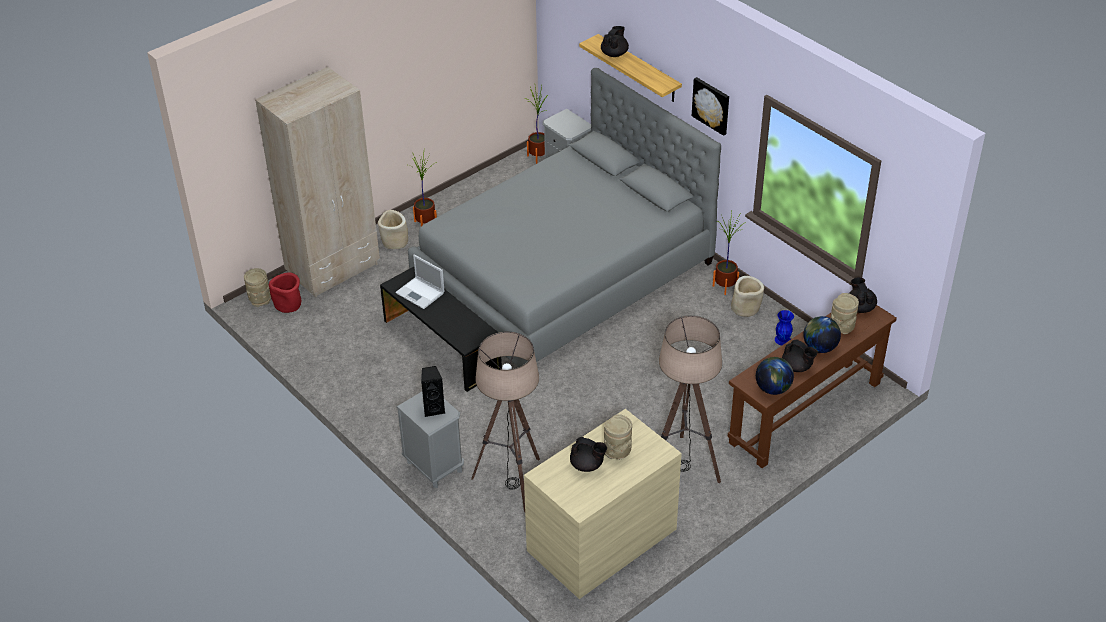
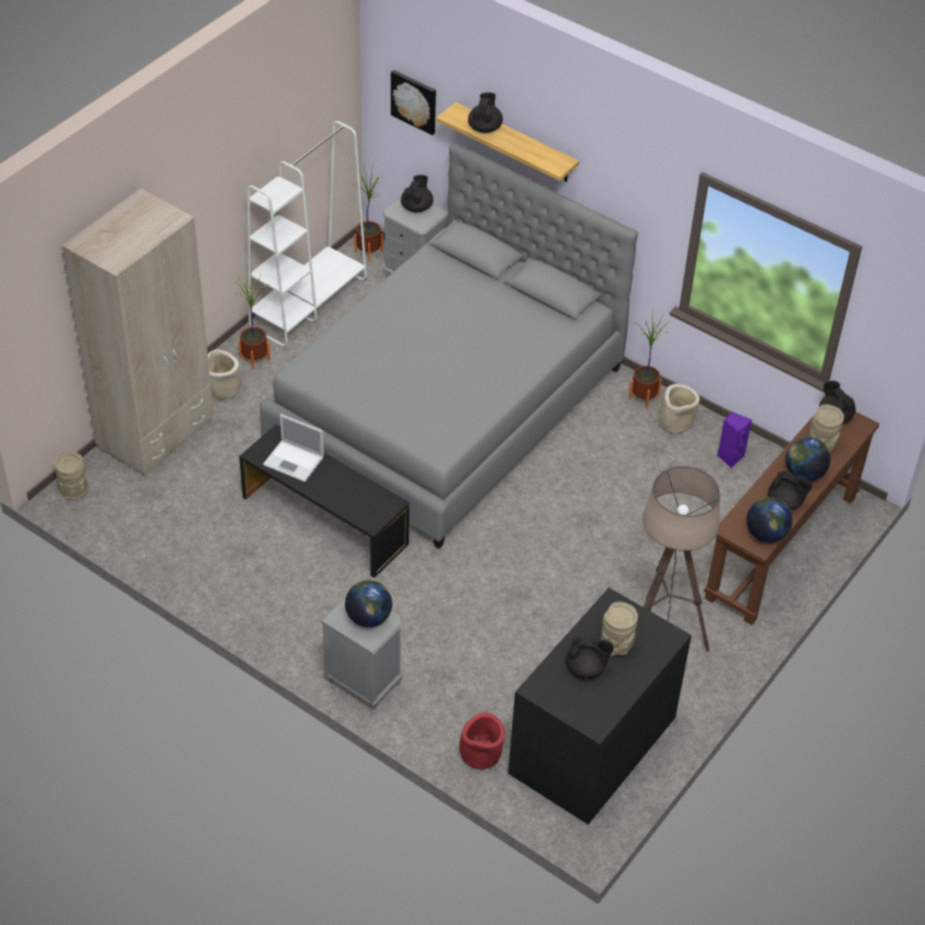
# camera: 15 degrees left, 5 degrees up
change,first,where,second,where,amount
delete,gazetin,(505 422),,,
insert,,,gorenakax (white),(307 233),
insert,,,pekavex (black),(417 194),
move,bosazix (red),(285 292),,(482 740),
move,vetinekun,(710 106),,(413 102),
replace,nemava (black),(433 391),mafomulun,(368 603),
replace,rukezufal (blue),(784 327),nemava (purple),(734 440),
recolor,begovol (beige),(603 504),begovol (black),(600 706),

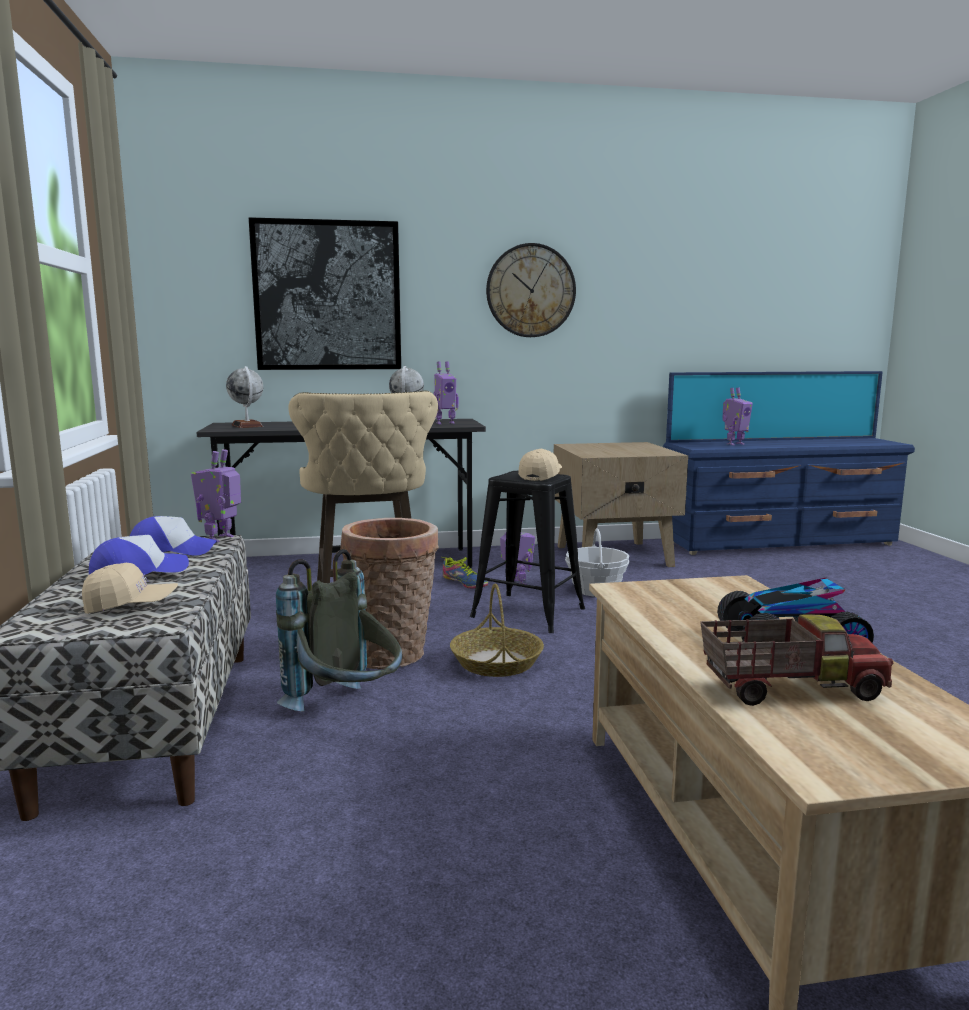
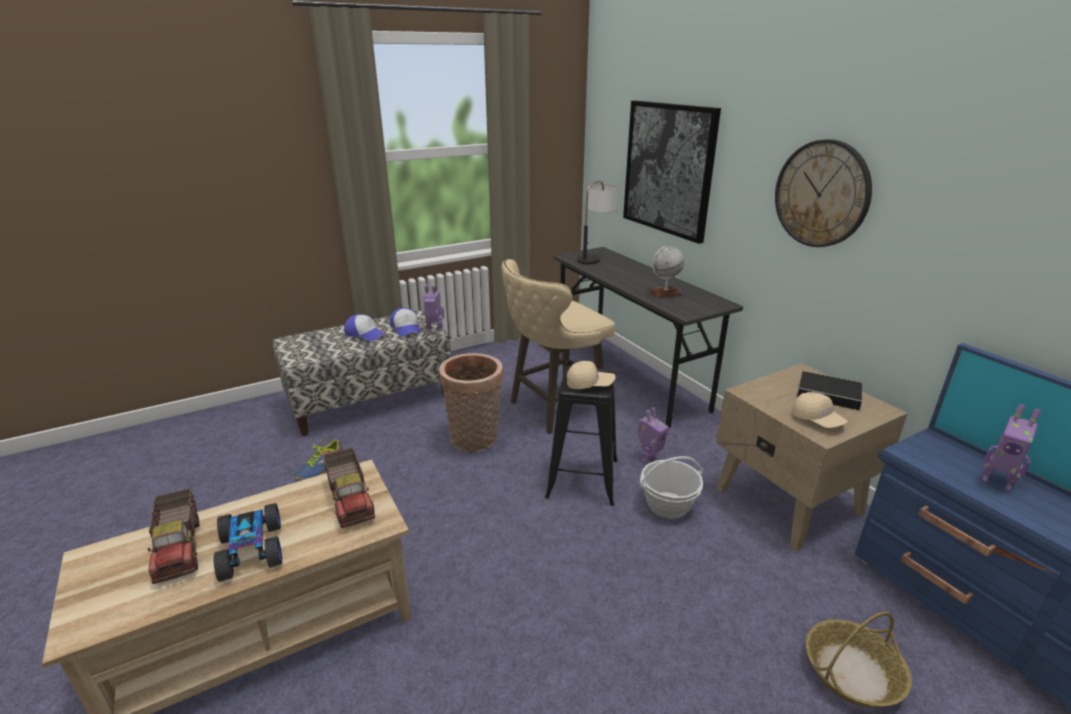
# camera: 70 degrees right, 15 degrees up
change,first,where,second,where,amount
delete,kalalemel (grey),(339 630),,,
delete,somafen,(446 392),,,
insert,,,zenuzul,(349 487),
insert,,,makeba,(834 391),
move,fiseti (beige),(130 588),,(820 410),
move,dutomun,(465 573),,(319 459),
move,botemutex,(497 630),,(859 660),
replace,mafomulun,(244 397),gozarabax,(597 223),

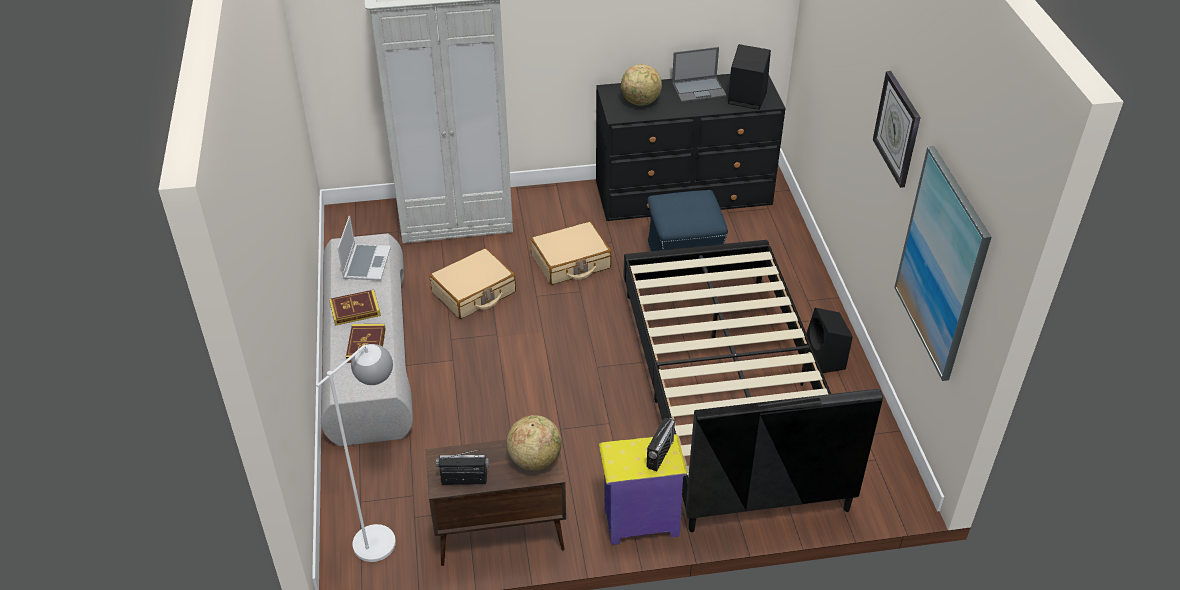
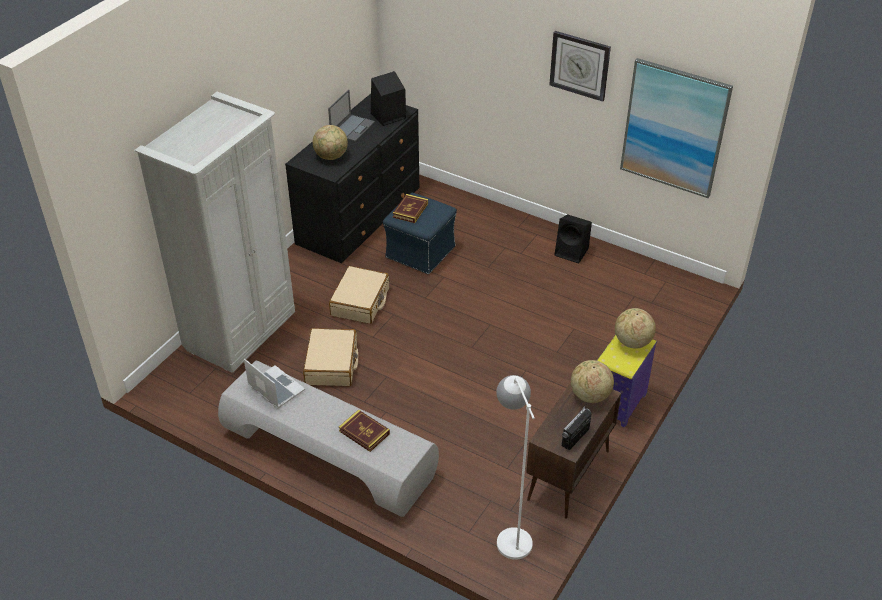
# camera: 50 degrees left, 0 degrees up
change,first,where,second,where,amount
delete,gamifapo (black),(753 386),,,
move,makeba,(355 308),,(410 208),
replace,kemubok,(661 445),mafomulun,(635 328),

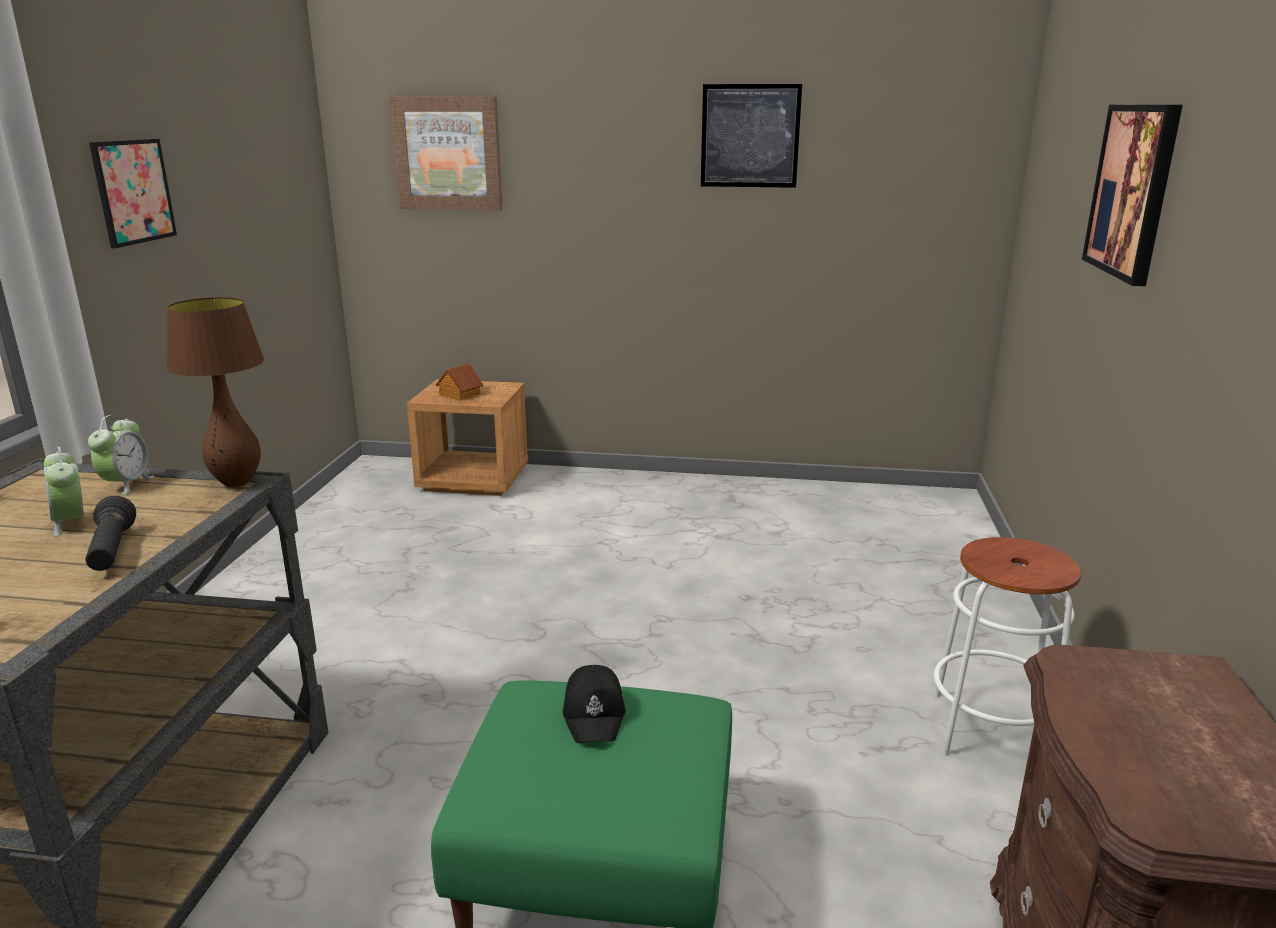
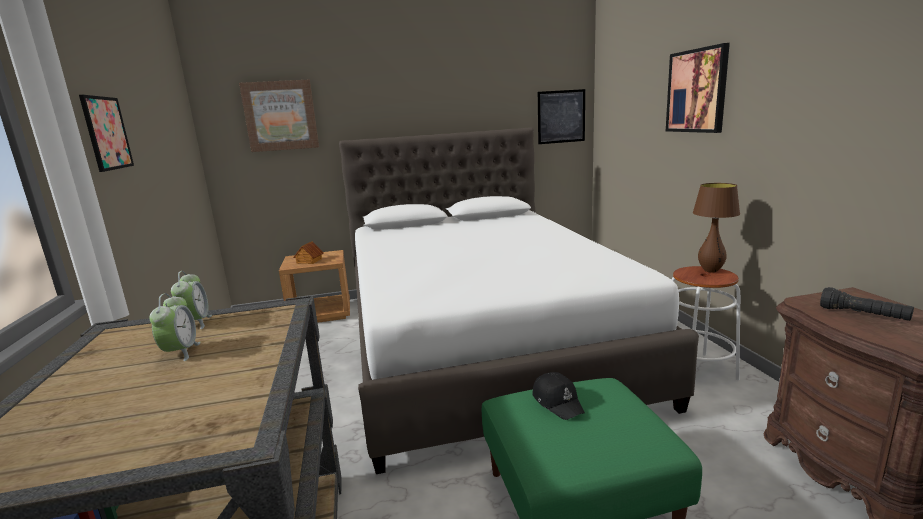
# camera: 20 degrees left, 5 degrees down
change,first,where,second,where,amount
insert,,,gamifapo (white),(519 300),
move,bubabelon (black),(110 533),,(867 304),
move,gozarabax (brown),(215 392),,(716 228),
move,vetinekun,(751 136),,(561 116),
rotate,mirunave,(64 491),,(175 327),135 degrees counterclockwise

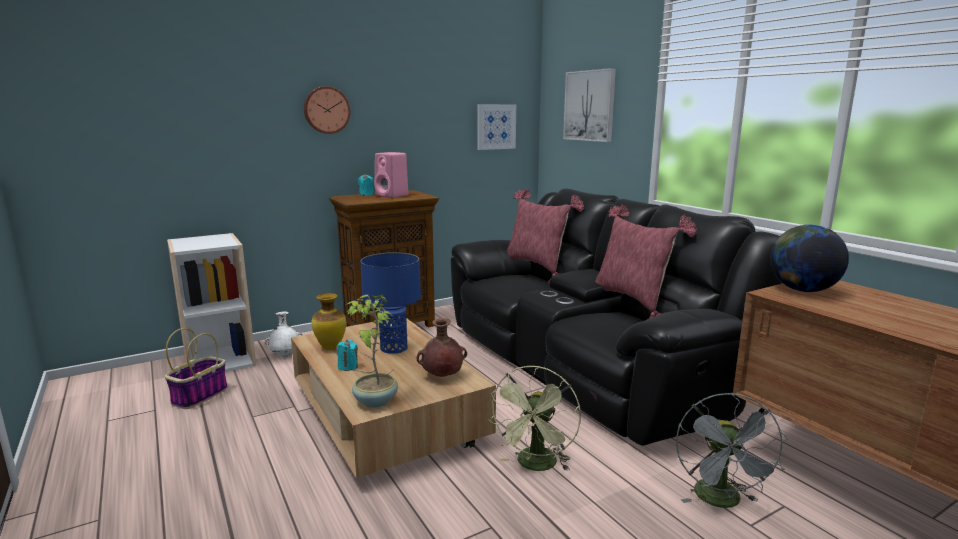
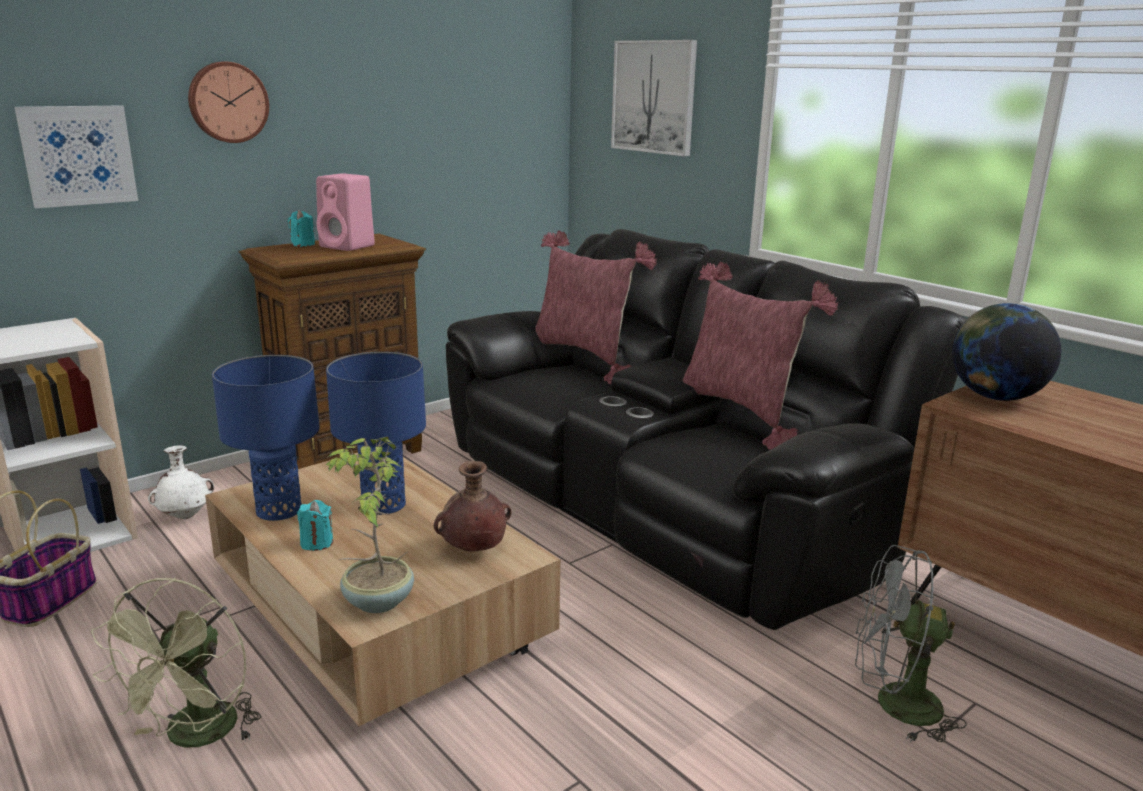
# camera: 10 degrees left, 5 degrees up
change,first,where,second,where,amount
move,vetinekun,(497 127),,(76 157),
move,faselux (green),(535 418),,(176 662),
replace,rukezufal,(329 321),gozarabax (blue),(265 438),
rotate,faselux (grey),(732 450),,(911 643),105 degrees clockwise

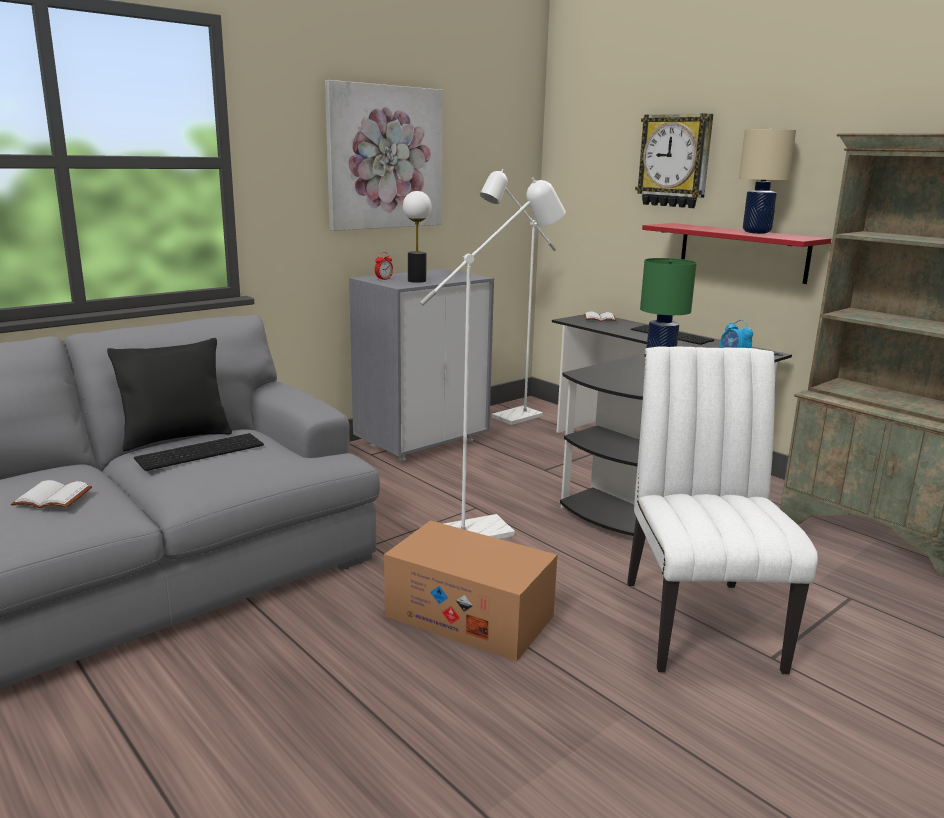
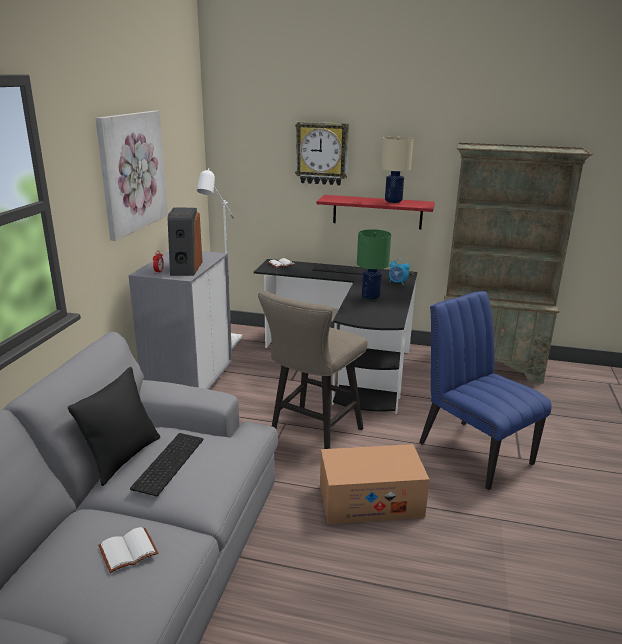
# camera: 35 degrees left, 5 degrees up
change,first,where,second,where,amount
replace,gozarabax,(417 237),nemava,(185 242),
replace,gazetin (white),(493 358),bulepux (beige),(313 370),
recolor,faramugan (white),(722 510),faramugan (blue),(485 390),

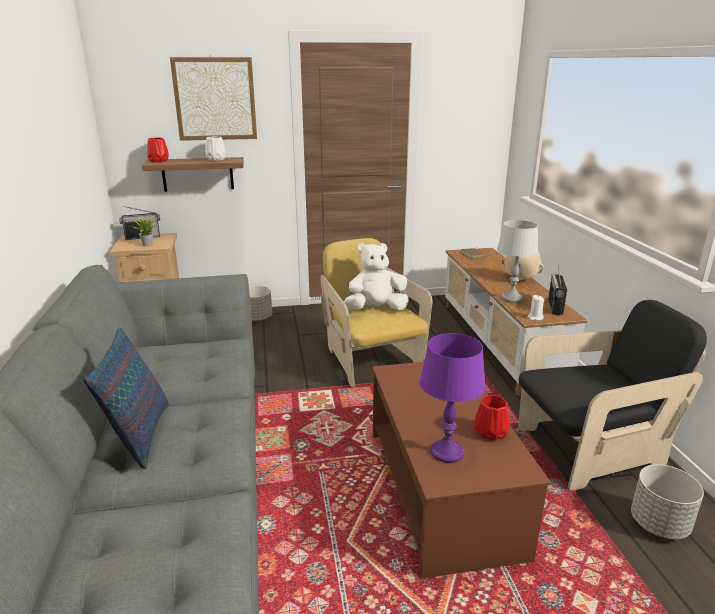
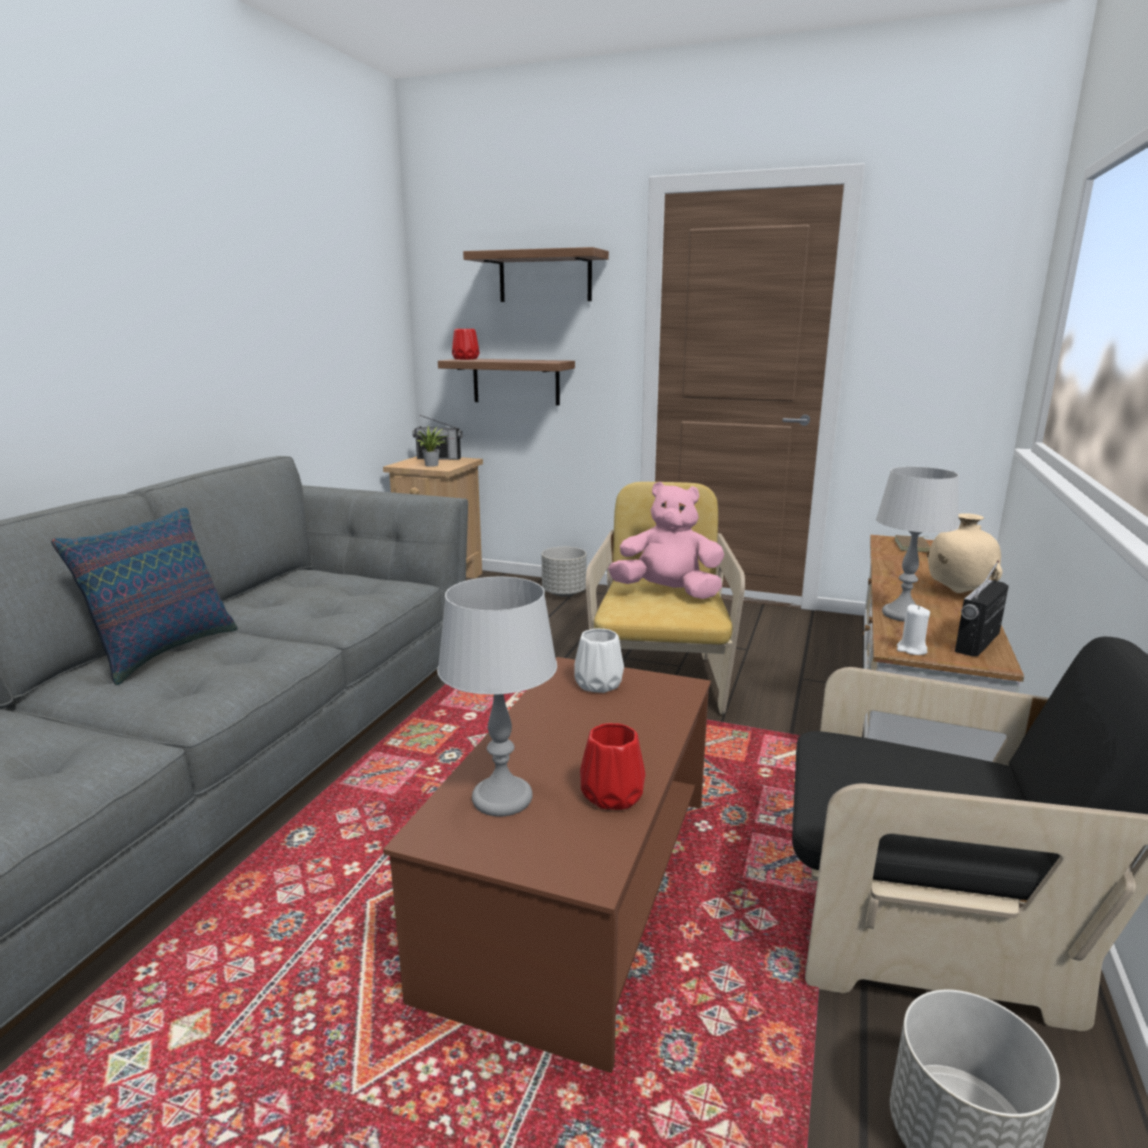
# camera: 30 degrees right, 5 degrees down
change,first,where,second,where,amount
move,rukezufal (white),(215 148),,(599 660),
replace,vetinekun,(213 98),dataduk,(536 274),
recolor,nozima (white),(376 276),nozima (pink),(666 540),
recolor,gozarabax (purple),(453 398),gozarabax (grey),(497 696),

